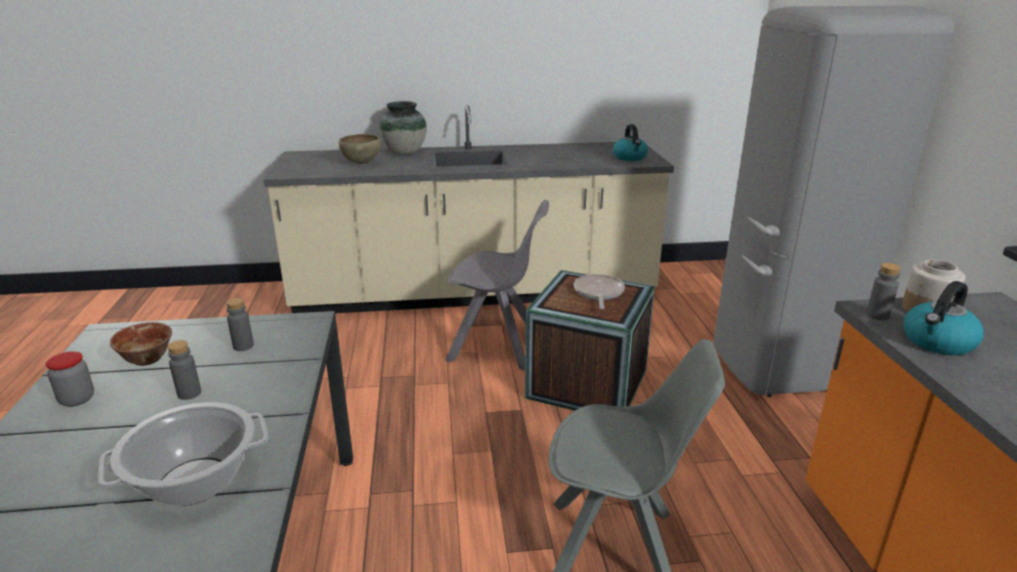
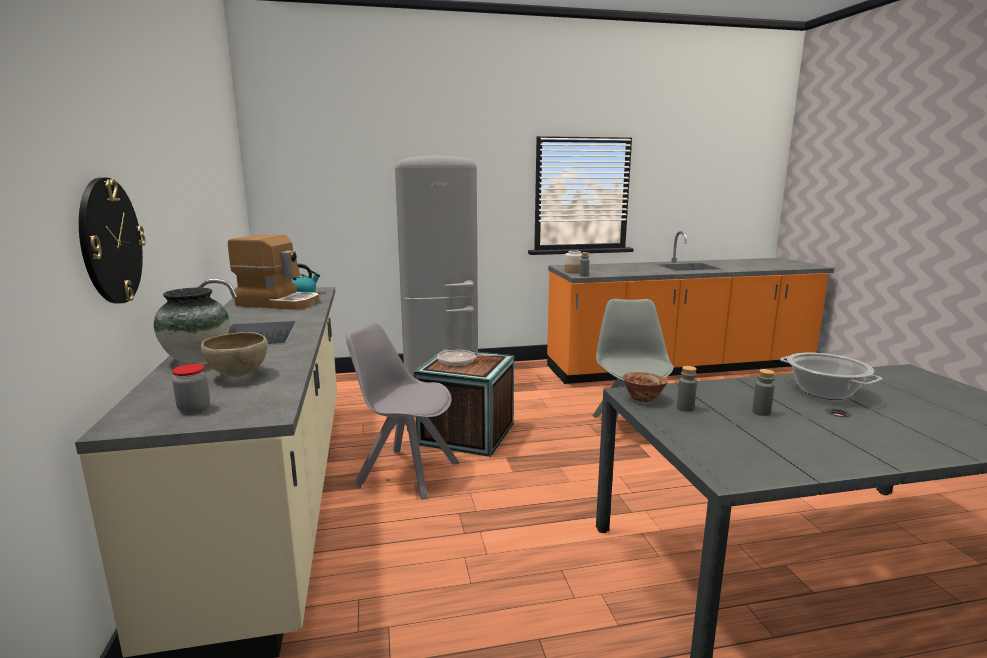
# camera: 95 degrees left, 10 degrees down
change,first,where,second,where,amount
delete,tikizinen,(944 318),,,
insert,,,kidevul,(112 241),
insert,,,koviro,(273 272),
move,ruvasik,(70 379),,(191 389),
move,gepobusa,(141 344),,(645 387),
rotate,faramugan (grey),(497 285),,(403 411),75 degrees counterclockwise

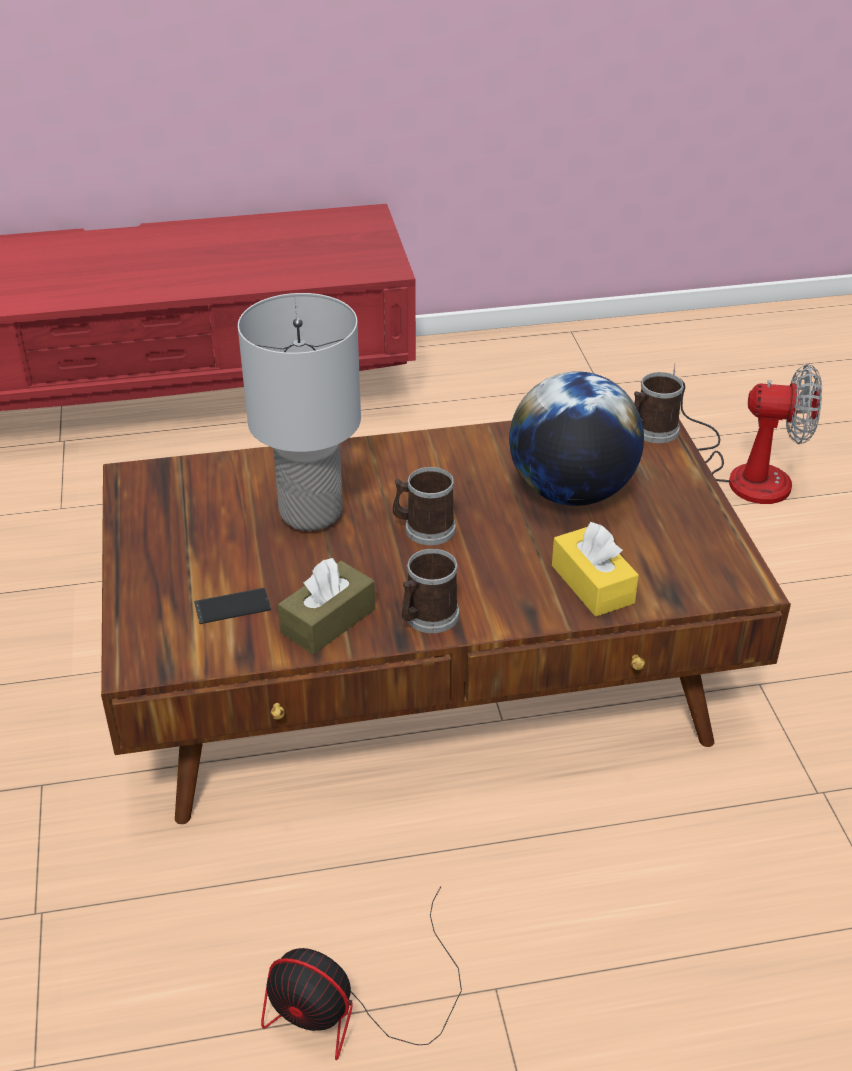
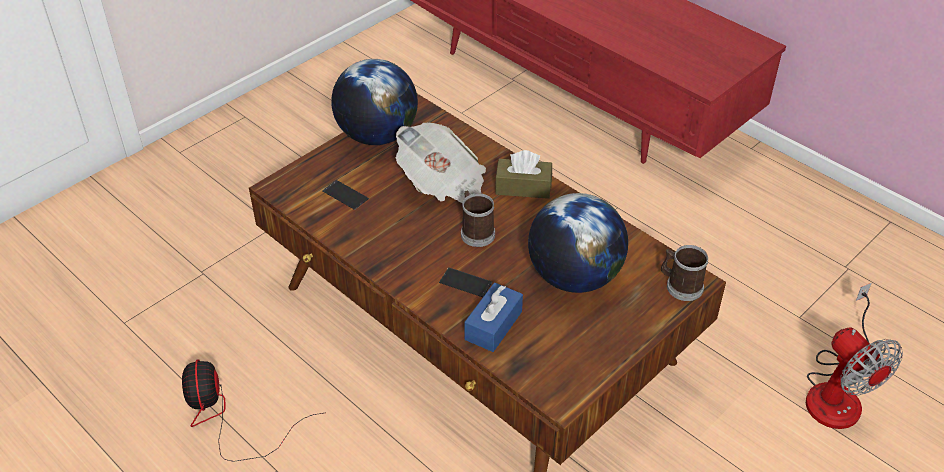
# camera: 55 degrees right, 5 degrees up
change,first,where,second,where,amount
delete,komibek,(430 591),,,
insert,,,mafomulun,(374 102),
insert,,,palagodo,(465 282),
move,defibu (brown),(326 606),,(523 174),
replace,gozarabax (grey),(299 412),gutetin,(441 163),
recolor,defibu (yellow),(595 569),defibu (blue),(493 317),

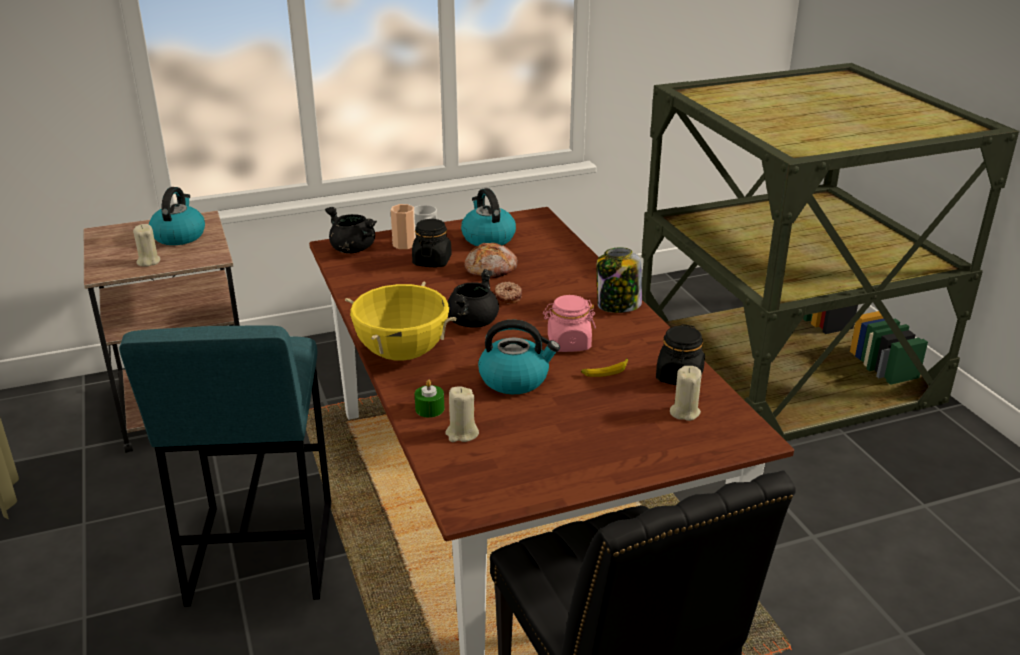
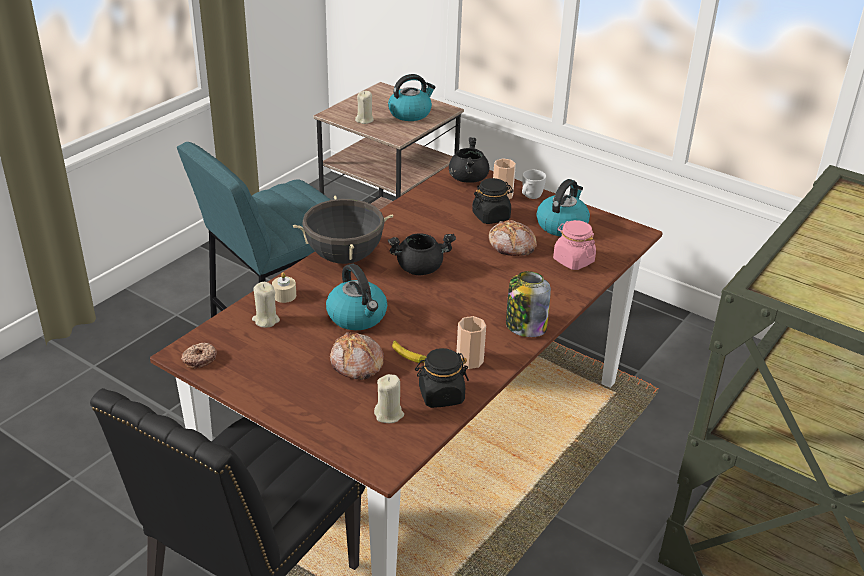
# camera: 55 degrees right, 5 degrees up
change,first,where,second,where,amount
insert,,,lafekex,(357 356),
insert,,,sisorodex,(471 342),
move,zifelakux,(508 293),,(199 355),
move,ruvasik (pink),(569 323),,(574 245),
recolor,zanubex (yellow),(401 321),zanubex (black),(343 230),
recolor,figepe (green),(429 399),figepe (beige),(284 287),

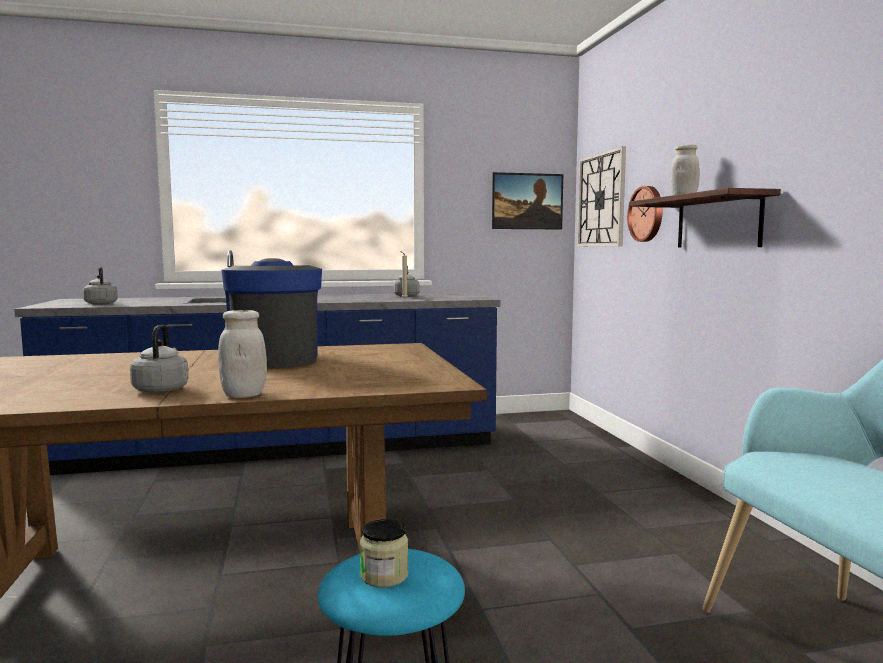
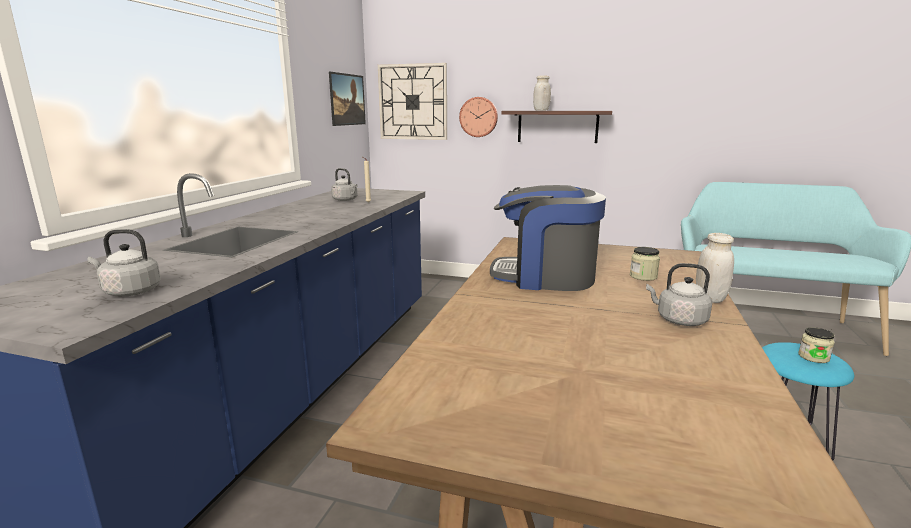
# camera: 60 degrees left, 10 degrees up
change,first,where,second,where,amount
insert,,,ruvasik,(645 264),

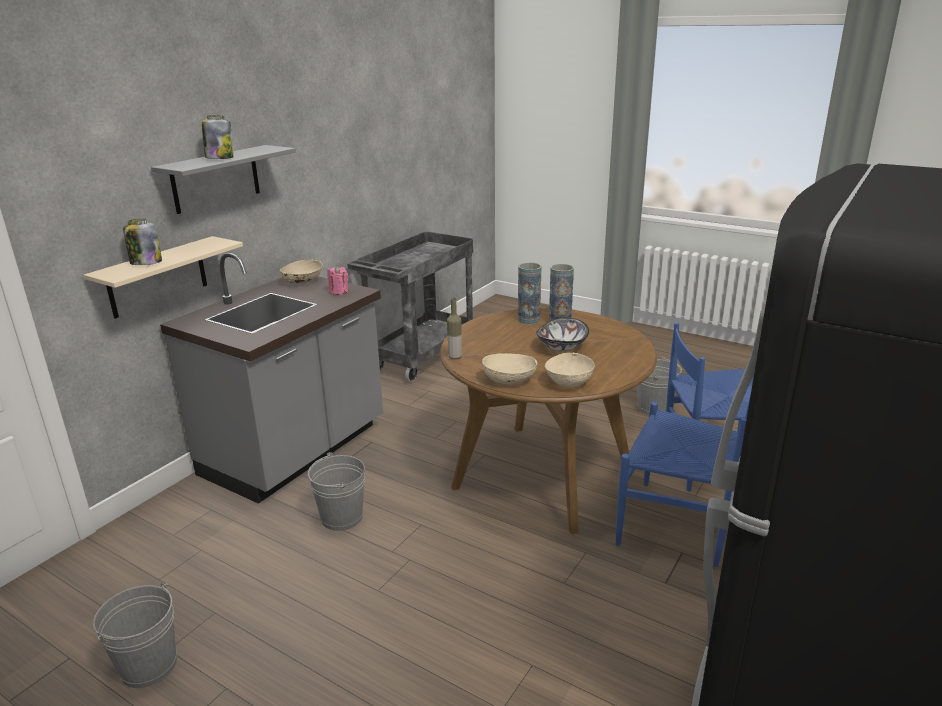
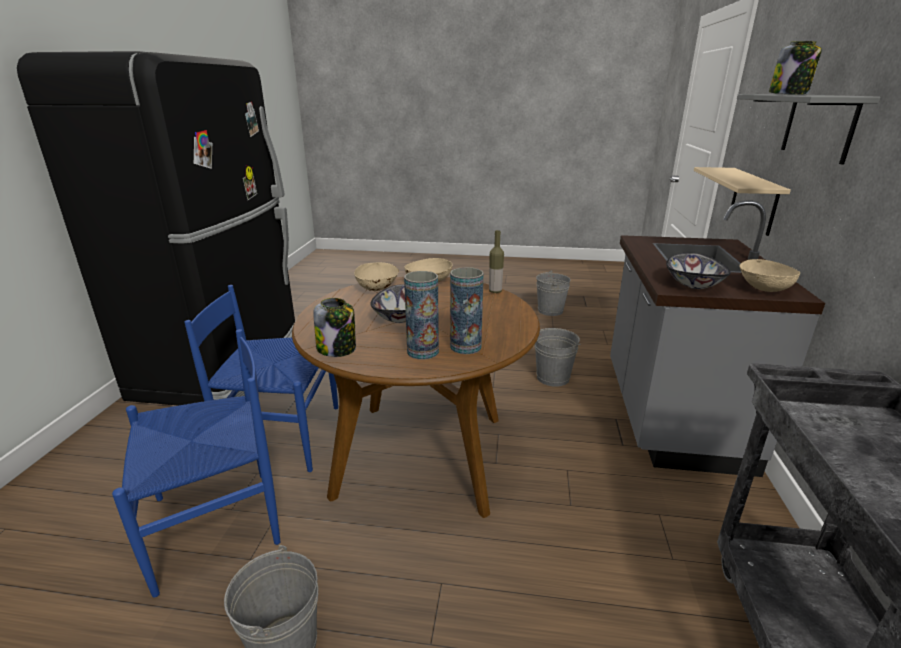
# camera: 155 degrees right, 0 degrees up
change,first,where,second,where,amount
move,ruvasik,(142 242),,(334 327),
replace,figepe (pink),(338 280),gepobusa,(698 271),

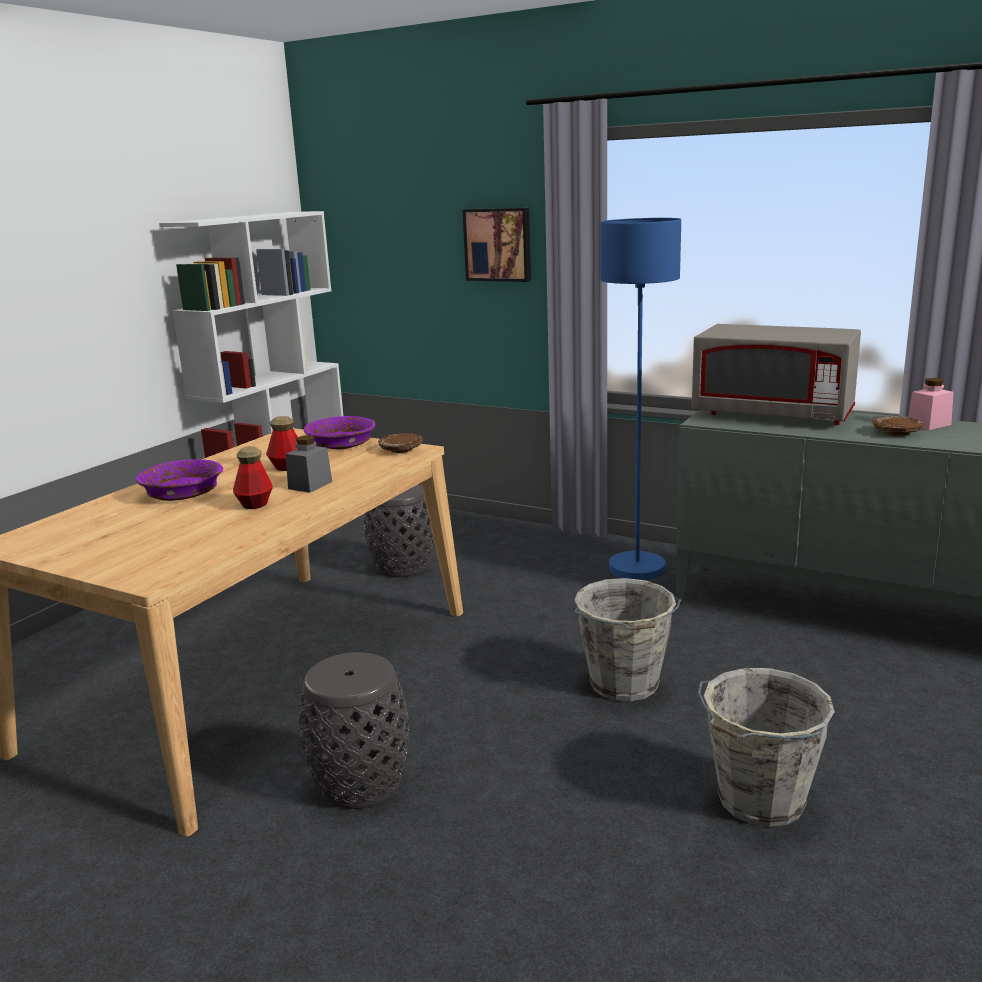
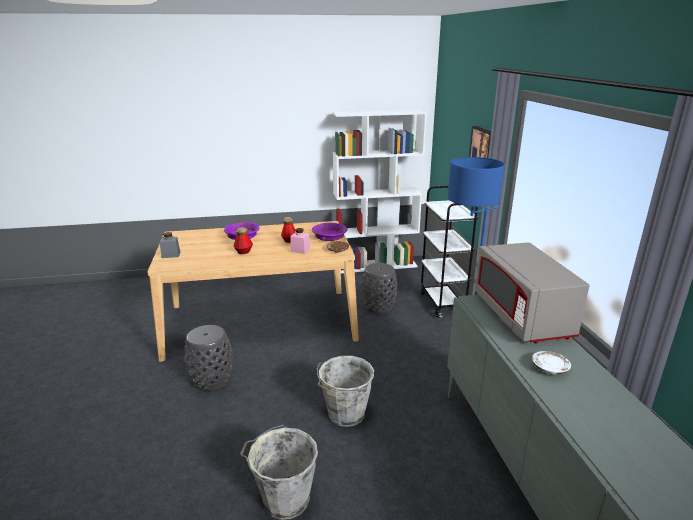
# camera: 50 degrees right, 5 degrees up
change,first,where,second,where,amount
insert,,,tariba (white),(449 252),
move,ruvasik (grey),(309 464),,(170 245),
move,ruvasik (pink),(931 404),,(300 241),
recolor,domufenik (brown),(897 426),domufenik (white),(551 363),

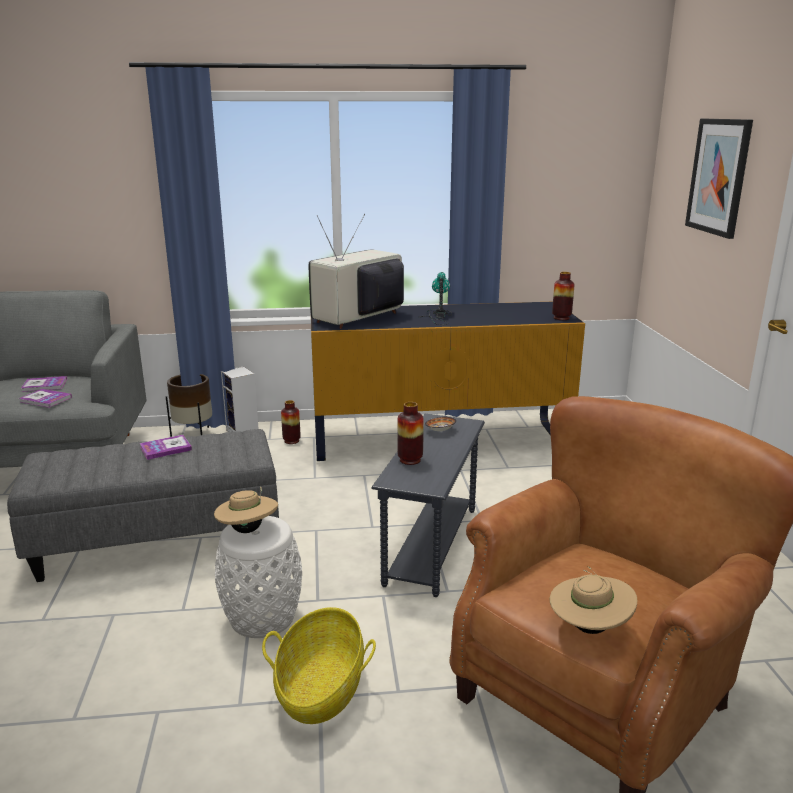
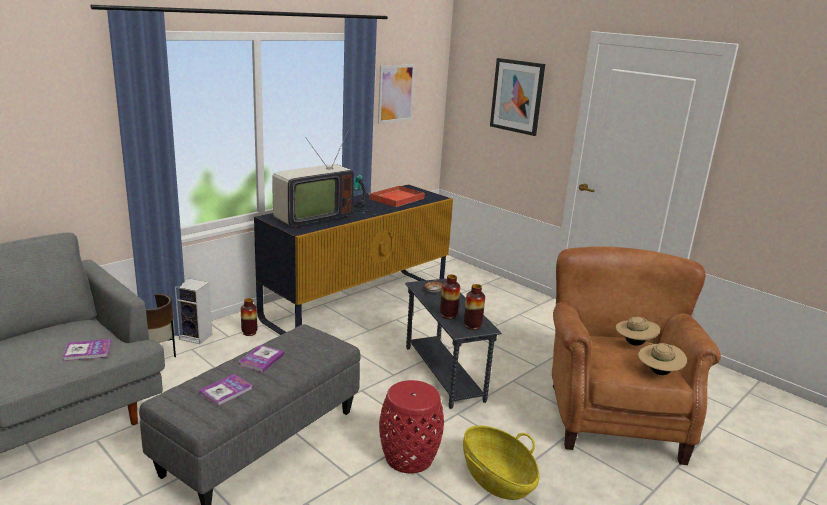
# camera: 40 degrees left, 0 degrees up
change,first,where,second,where,amount
insert,,,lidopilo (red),(396 196),
insert,,,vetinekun,(396 93),
move,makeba,(44 384),,(225 390),
move,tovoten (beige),(246 510),,(637 329),
move,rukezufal,(563 296),,(474 307),
recolor,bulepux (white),(258 577),bulepux (red),(411 426),
rotate,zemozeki,(356 271),,(313 180),135 degrees counterclockwise

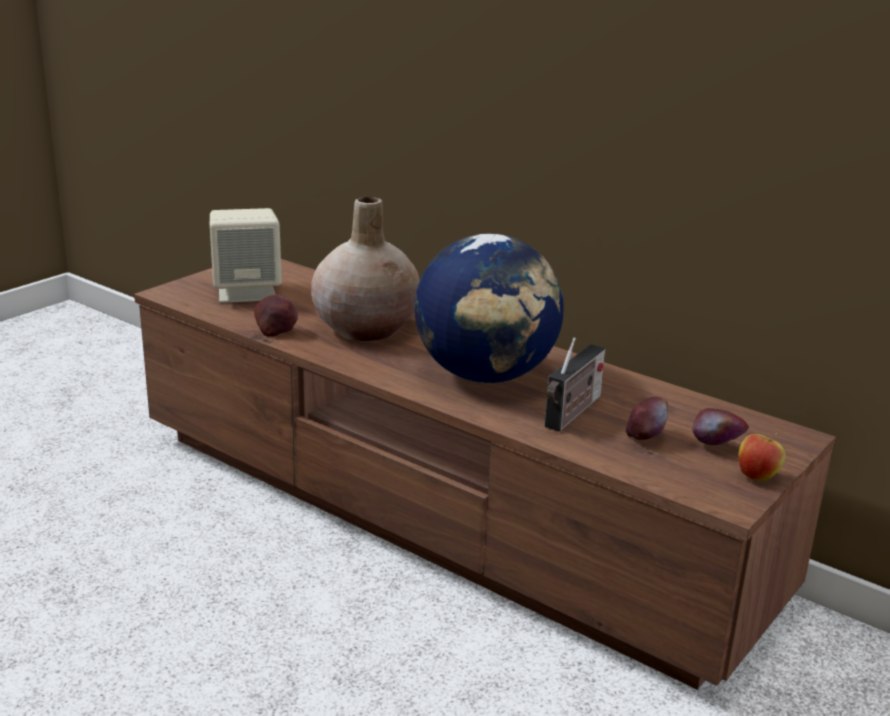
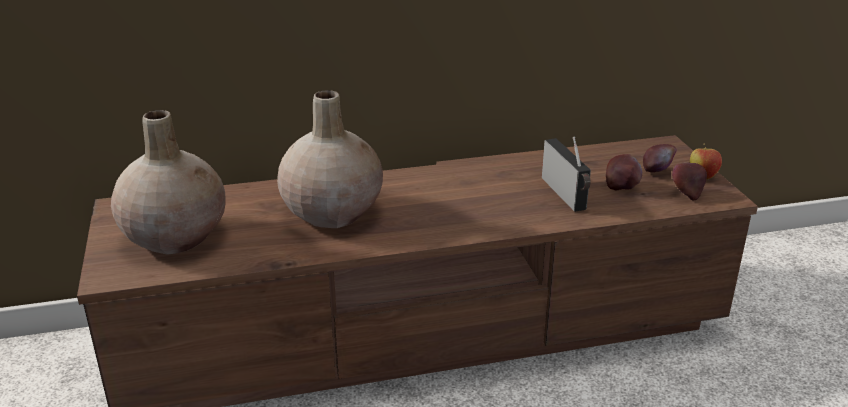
# camera: 50 degrees left, 5 degrees up
change,first,where,second,where,amount
delete,mafomulun,(489 308),,,
move,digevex,(276 315),,(689 182),
replace,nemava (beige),(246 255),rukezufal (beige),(168 182),

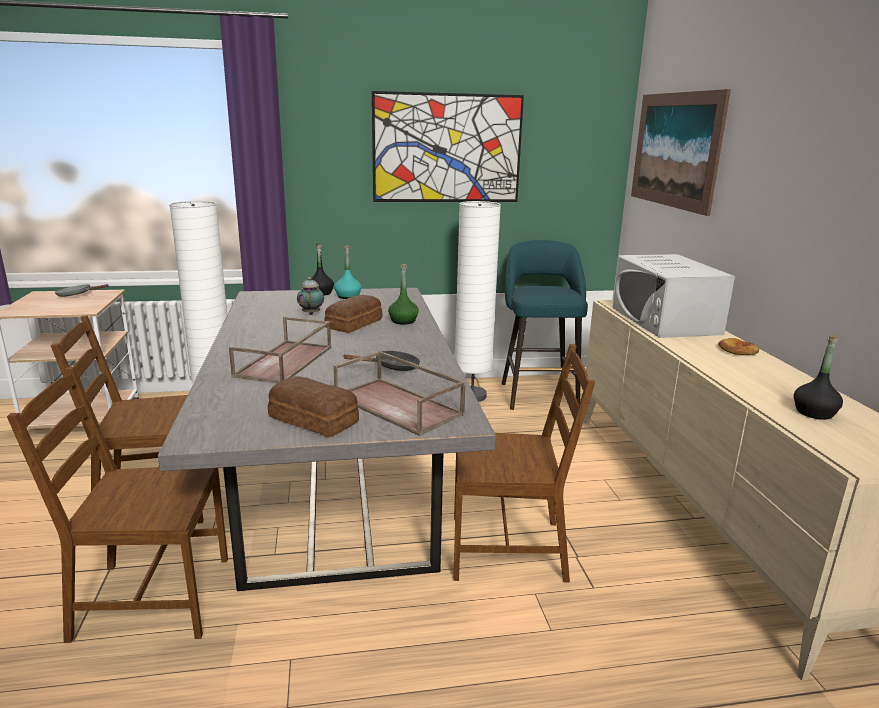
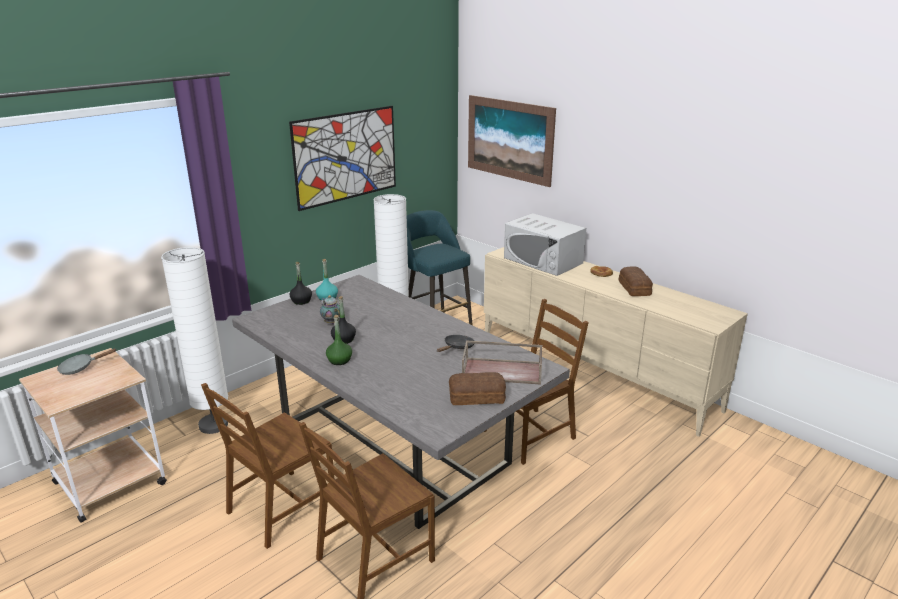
# camera: 35 degrees left, 5 degrees up
change,first,where,second,where,amount
delete,lidopilo (brown),(280 349),,,
move,lafekex,(353 314),,(635 281),
move,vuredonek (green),(403 294),,(339 340),
move,vuredonek (black),(818 377),,(343 320),

